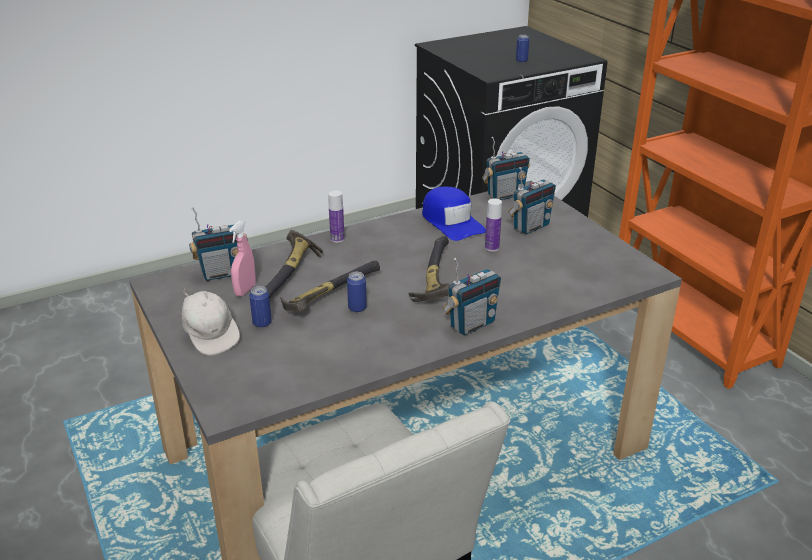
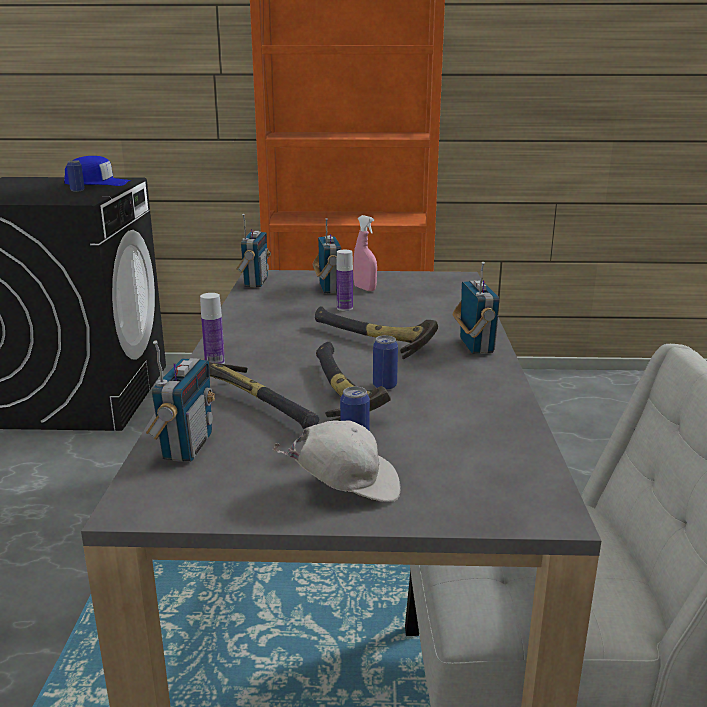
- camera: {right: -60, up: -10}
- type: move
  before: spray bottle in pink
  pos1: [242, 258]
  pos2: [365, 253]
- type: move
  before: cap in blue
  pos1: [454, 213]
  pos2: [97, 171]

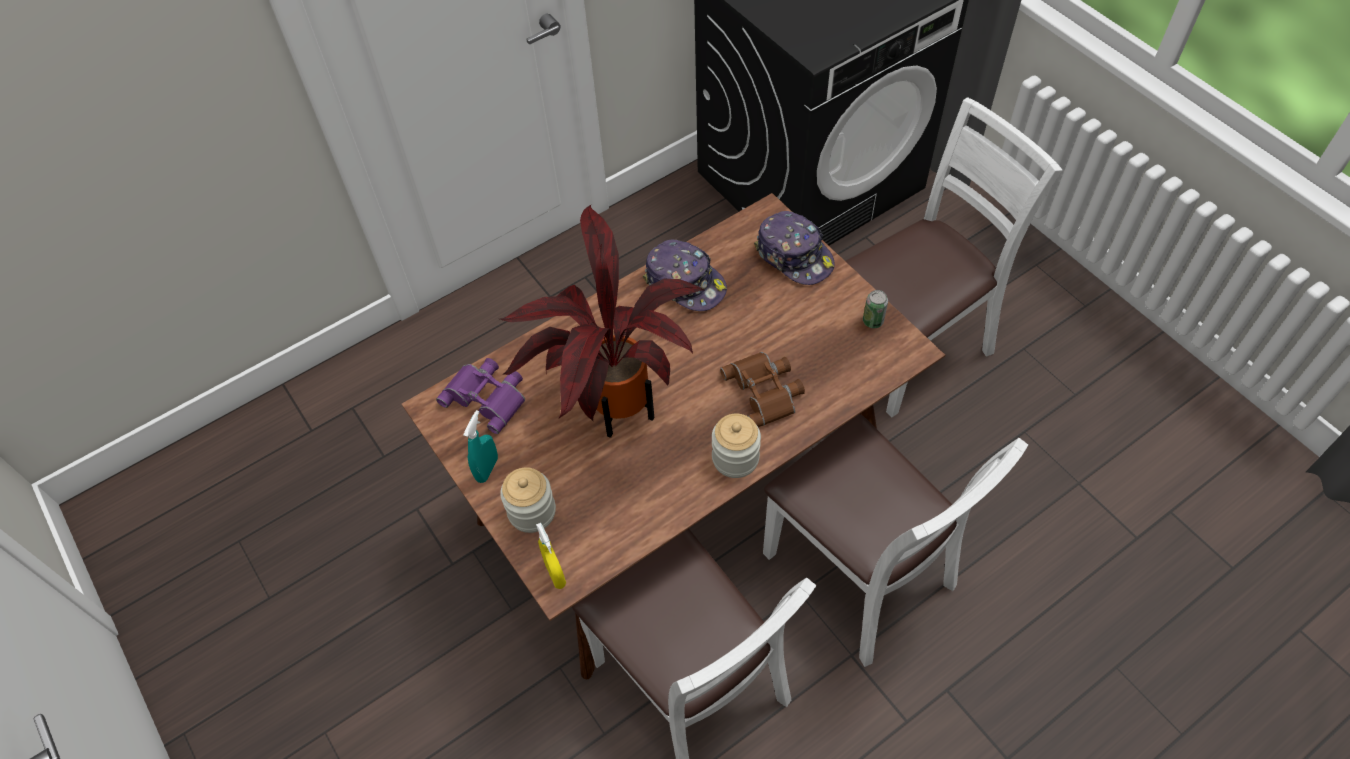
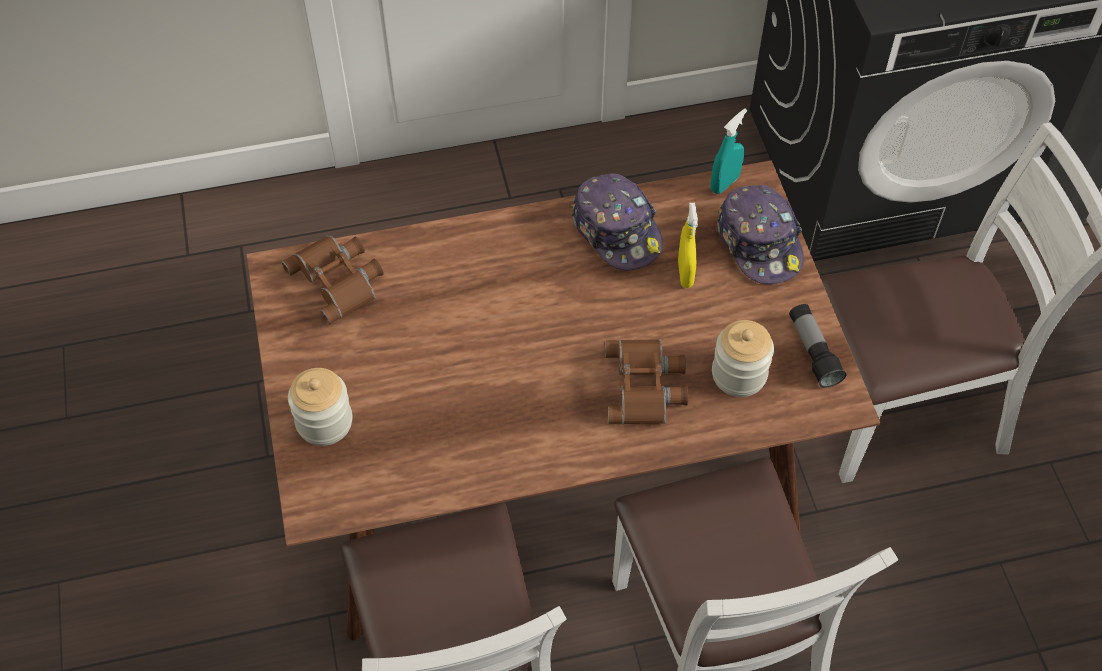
- camera: {right: 20, up: 0}
- type: recolor
  before: binoculars in purple
  after: binoculars in brown
  pos1: [480, 396]
  pos2: [333, 279]
- type: move
  before: spray bottle in turquoise
  pos1: [480, 446]
  pos2: [728, 151]
- type: delete
  before: potted plant
  pos1: [602, 321]
- type: move
  before: spray bottle in yellow
  pos1: [551, 556]
  pos2: [688, 245]
- type: move
  before: jar
  pos1: [736, 445]
  pos2: [743, 358]
- type: replace
  before: can
  after: flashlight
  pos1: [875, 309]
  pos2: [817, 346]

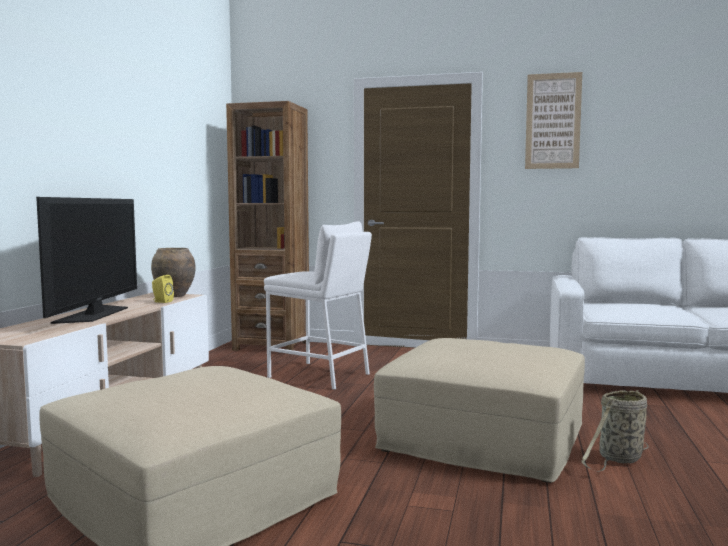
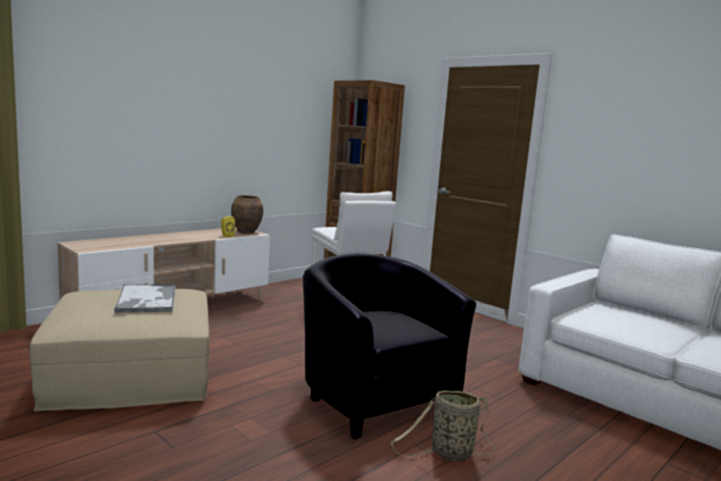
- camera: {right: 30, up: 5}
- type: delete
  before: television
  pos1: [86, 260]
- type: replace
  before: ottoman in beige
  after: armchair in black
  pos1: [479, 410]
  pos2: [389, 346]
- type: delete
  before: picture
  pos1: [553, 120]
- type: insert
  after: tray
  pos2: [145, 298]

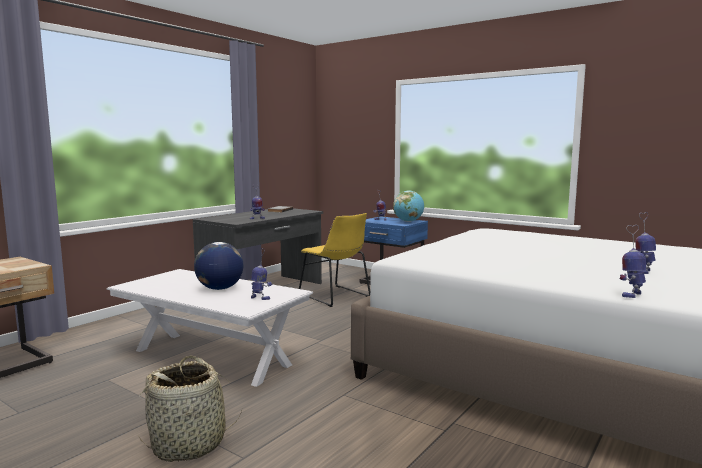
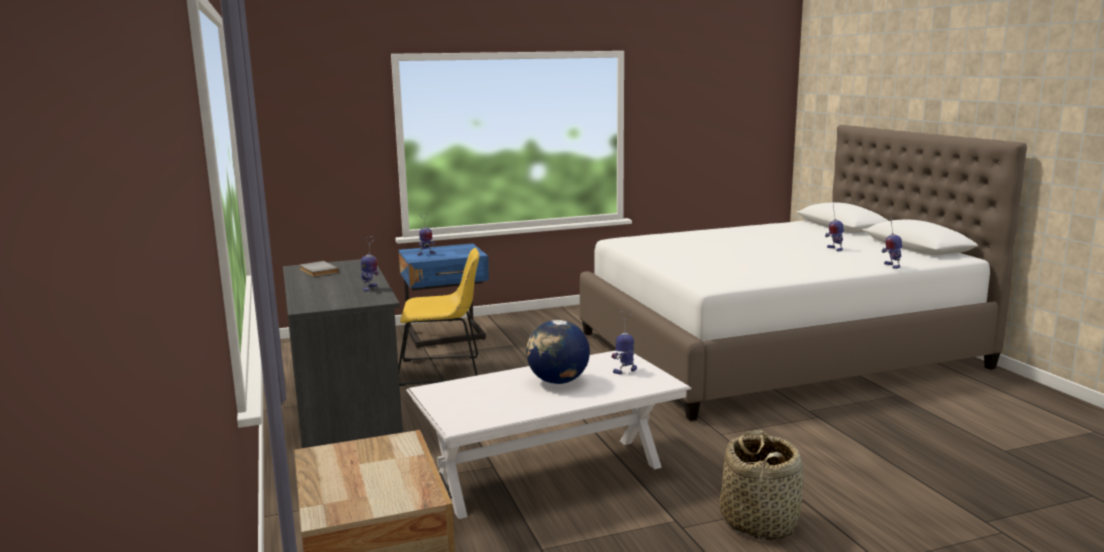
- camera: {right: -55, up: 5}
- type: delete
  before: globe
  pos1: [408, 206]

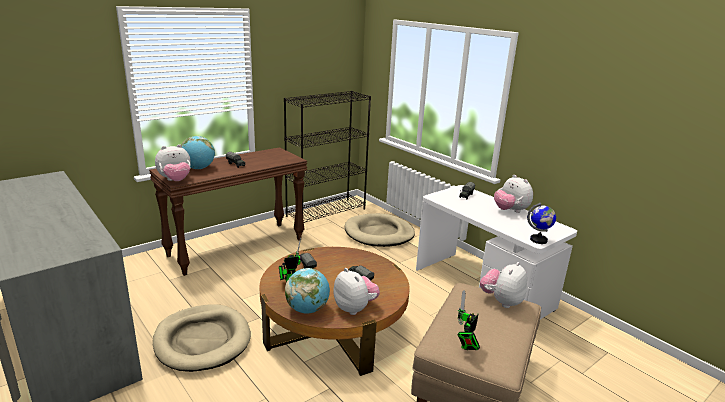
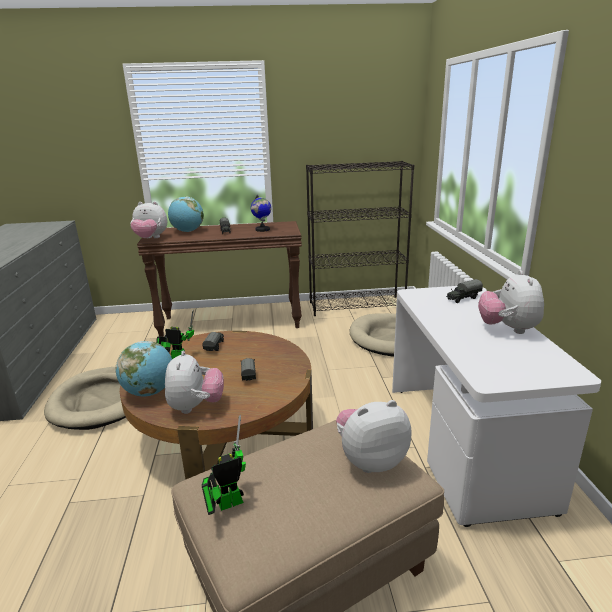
- camera: {right: 35, up: 0}
- type: move
  before: globe
  pos1: [541, 223]
  pos2: [261, 213]

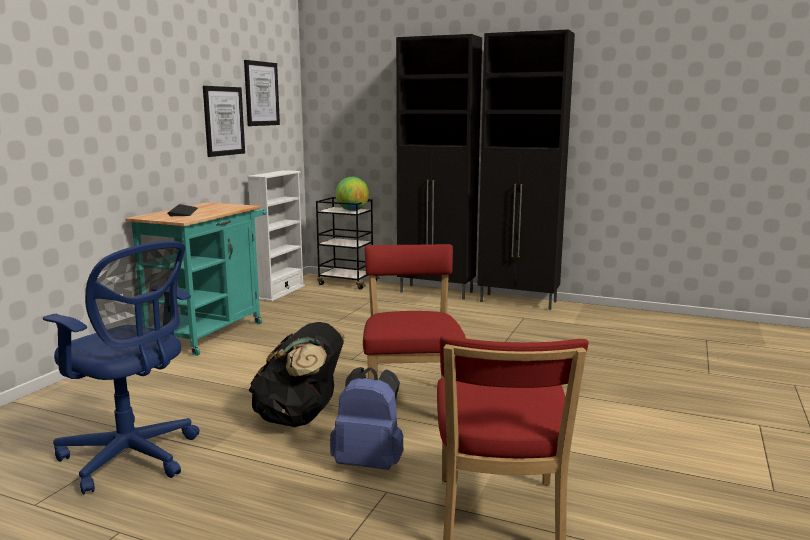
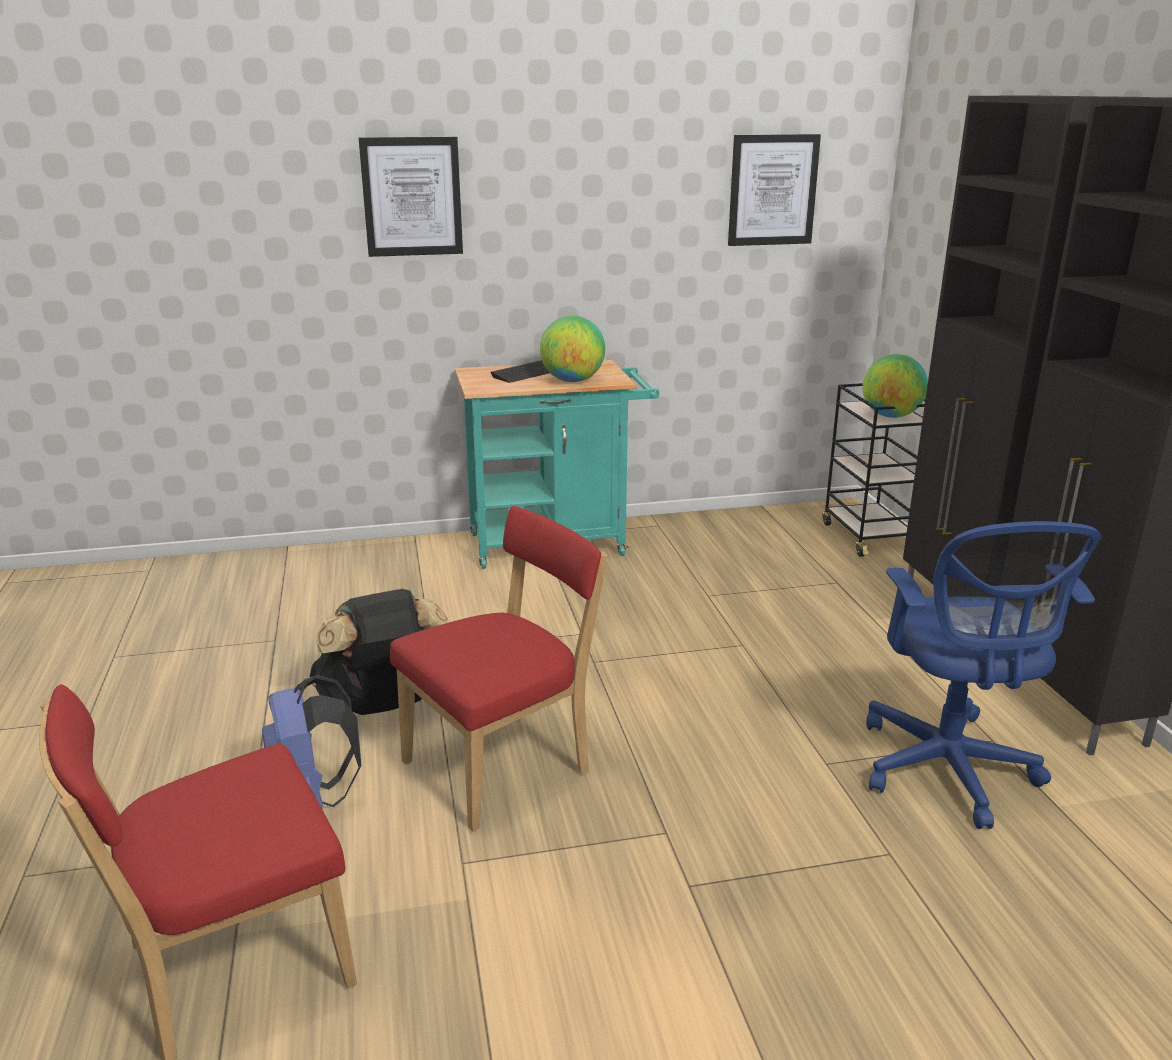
- camera: {right: 55, up: 10}
- type: move
  before: office chair in blue
  pos1: [121, 368]
  pos2: [984, 675]
- type: move
  before: picture
  pos1: [224, 121]
  pos2: [411, 197]
- type: delete
  before: bookcase in white
  pos1: [276, 236]
- type: insert
  after: globe
  pos2: [572, 349]

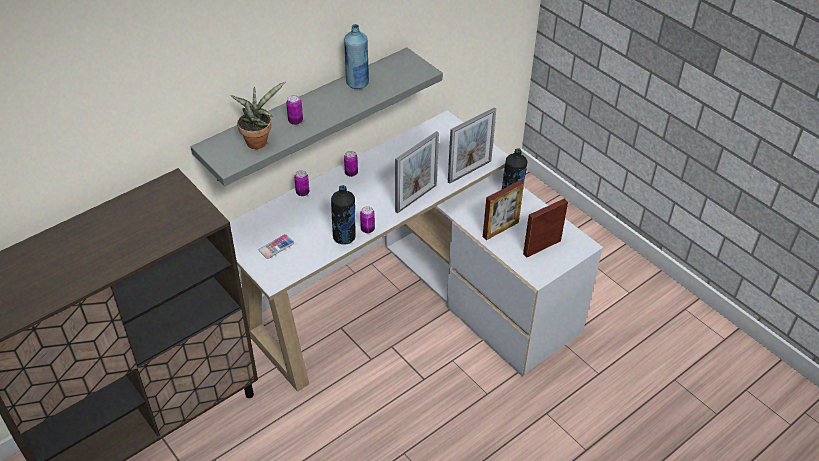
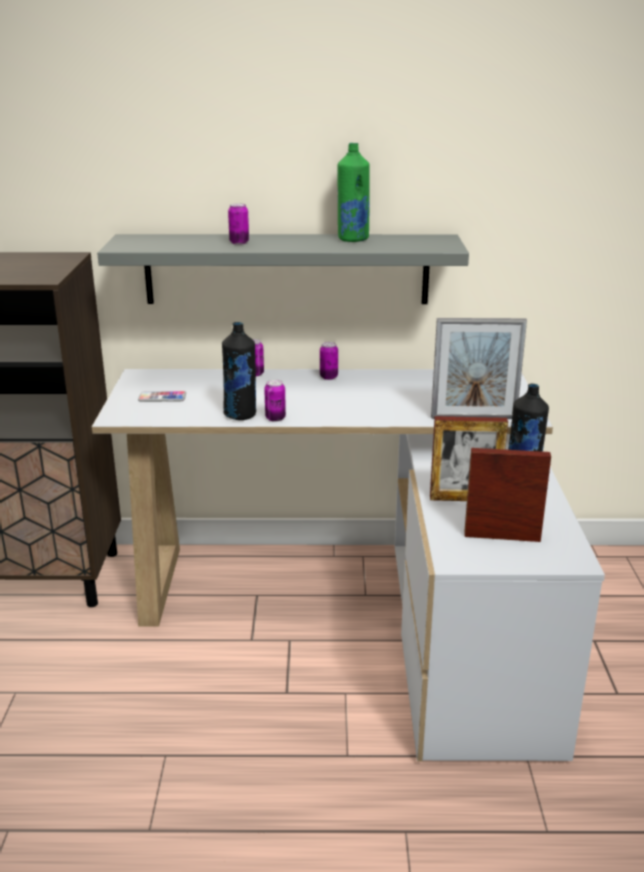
- camera: {right: 40, up: -20}
- type: delete
  before: potted plant
  pos1: [258, 115]
- type: recolor
  before: bottle in blue
  after: bottle in green
  pos1: [356, 56]
  pos2: [353, 192]
- type: delete
  before: picture frame
  pos1: [417, 172]

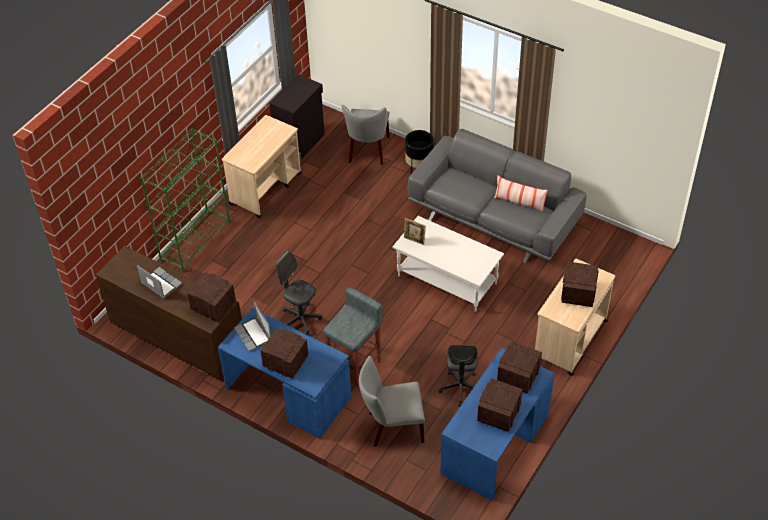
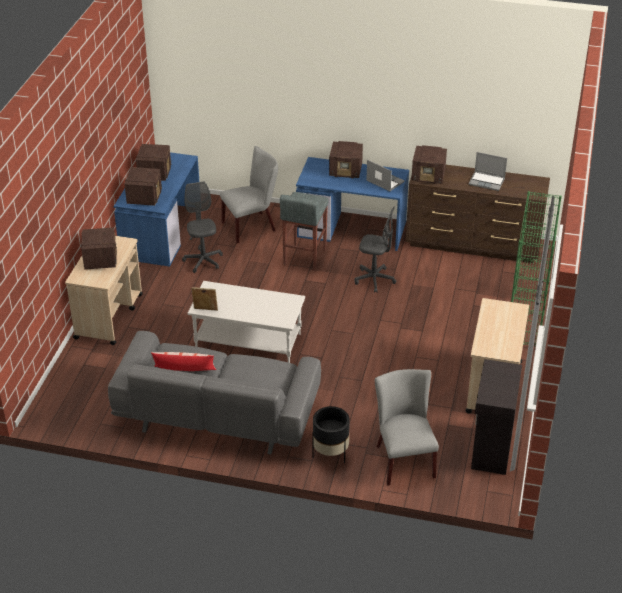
- camera: {right: 160, up: -10}
- type: move
  before: picture frame
  pos1: [415, 231]
  pos2: [204, 299]

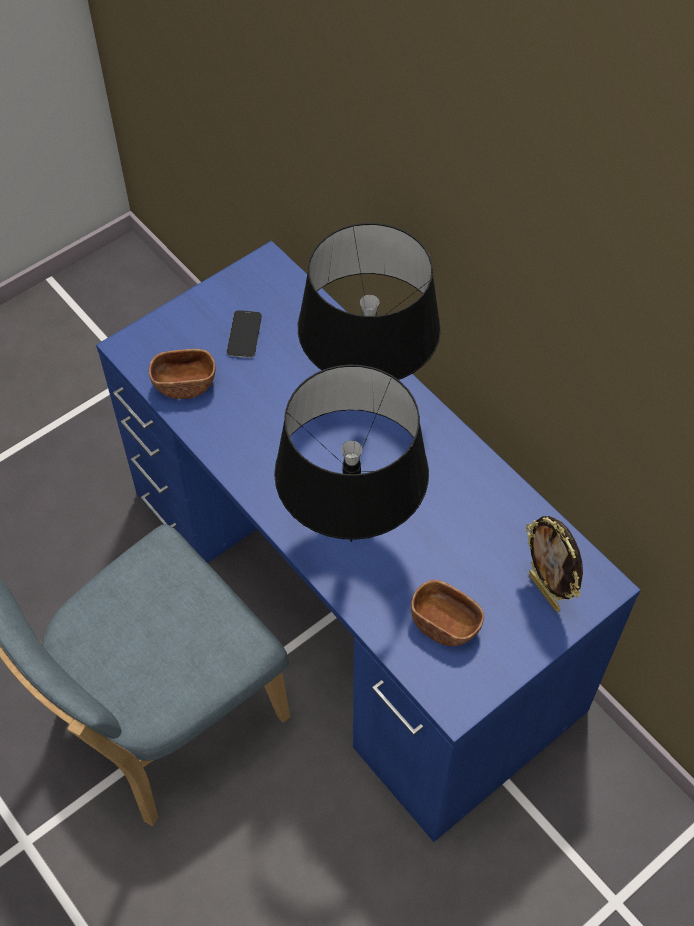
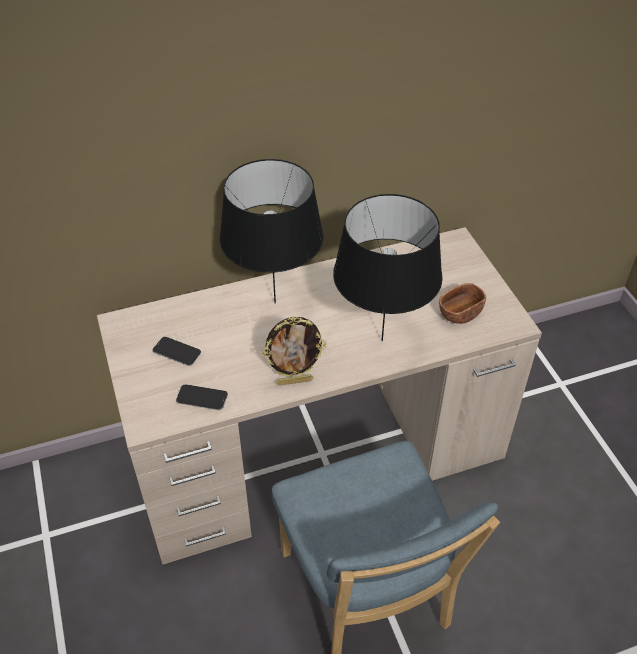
- camera: {right: -70, up: -10}
- type: recolor
  before: desk in blue
  after: desk in beige
  pos1: [368, 541]
  pos2: [319, 396]
- type: replace
  before: bowl in brown
  after: phone
  pos1: [182, 374]
  pos2: [202, 397]
- type: move
  before: picture frame
  pos1: [554, 564]
  pos2: [294, 351]

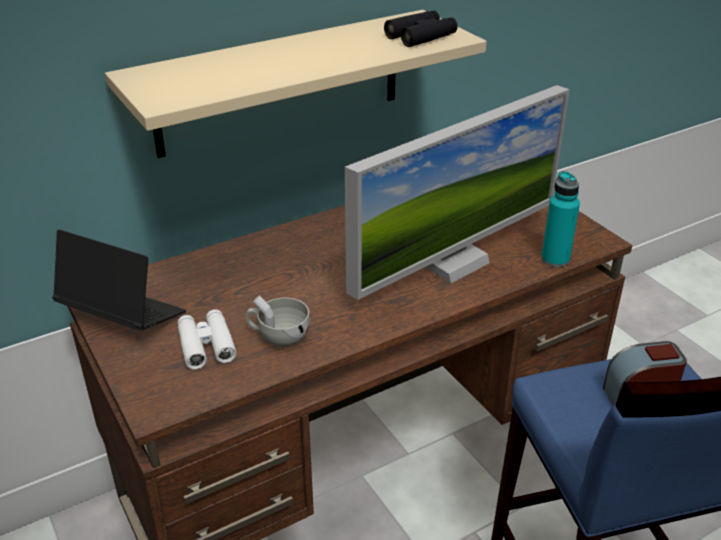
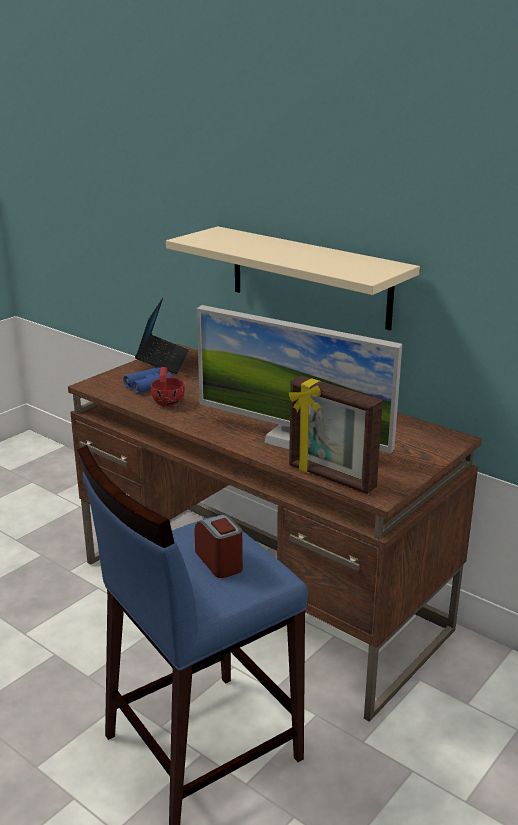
- camera: {right: 70, up: -10}
- type: recolor
  before: binoculars in white
  after: binoculars in blue
  pos1: [207, 339]
  pos2: [148, 380]
- type: recolor
  before: cup in white
  after: cup in red
  pos1: [278, 321]
  pos2: [168, 387]
- type: delete
  before: binoculars in black
  pos1: [421, 28]
- type: replace
  before: bottle in turquoise
  after: picture frame
  pos1: [560, 219]
  pos2: [336, 435]

